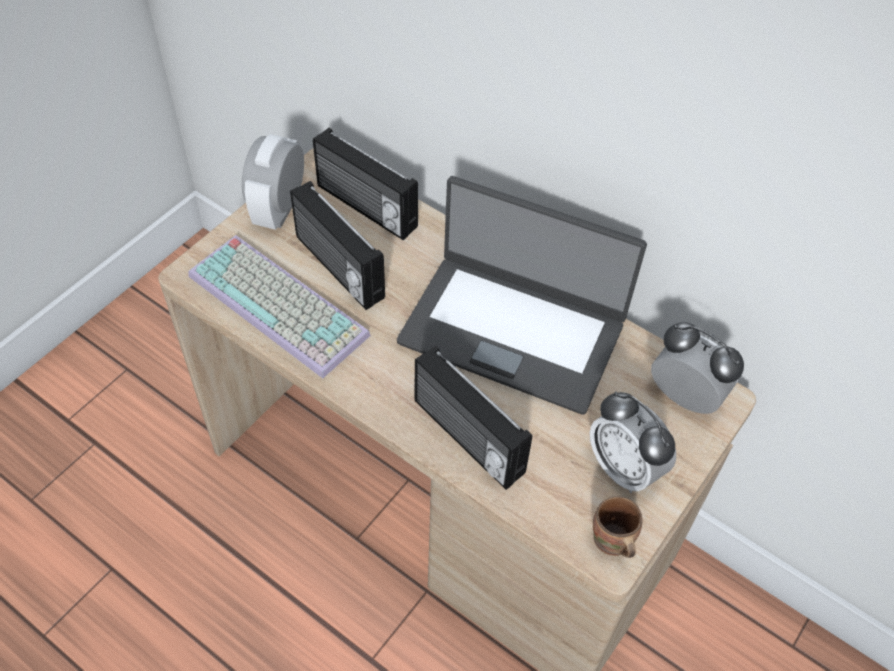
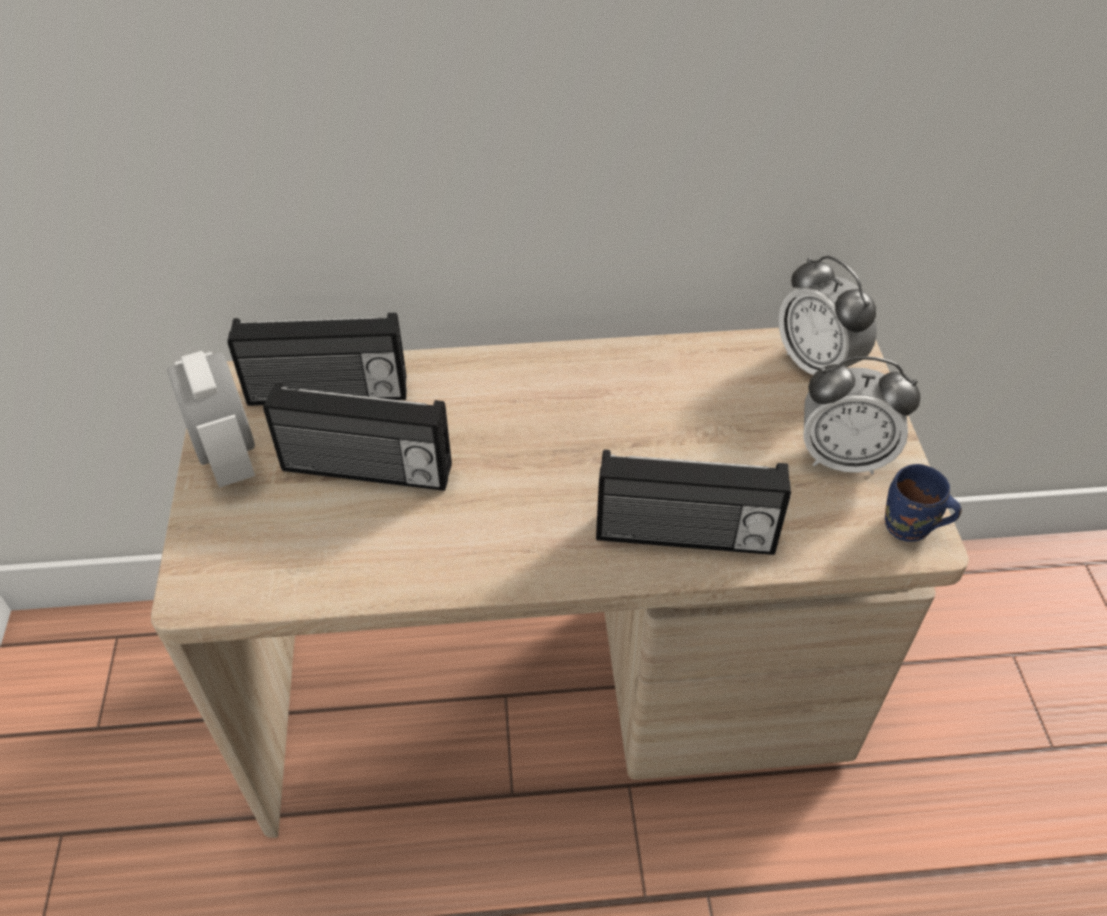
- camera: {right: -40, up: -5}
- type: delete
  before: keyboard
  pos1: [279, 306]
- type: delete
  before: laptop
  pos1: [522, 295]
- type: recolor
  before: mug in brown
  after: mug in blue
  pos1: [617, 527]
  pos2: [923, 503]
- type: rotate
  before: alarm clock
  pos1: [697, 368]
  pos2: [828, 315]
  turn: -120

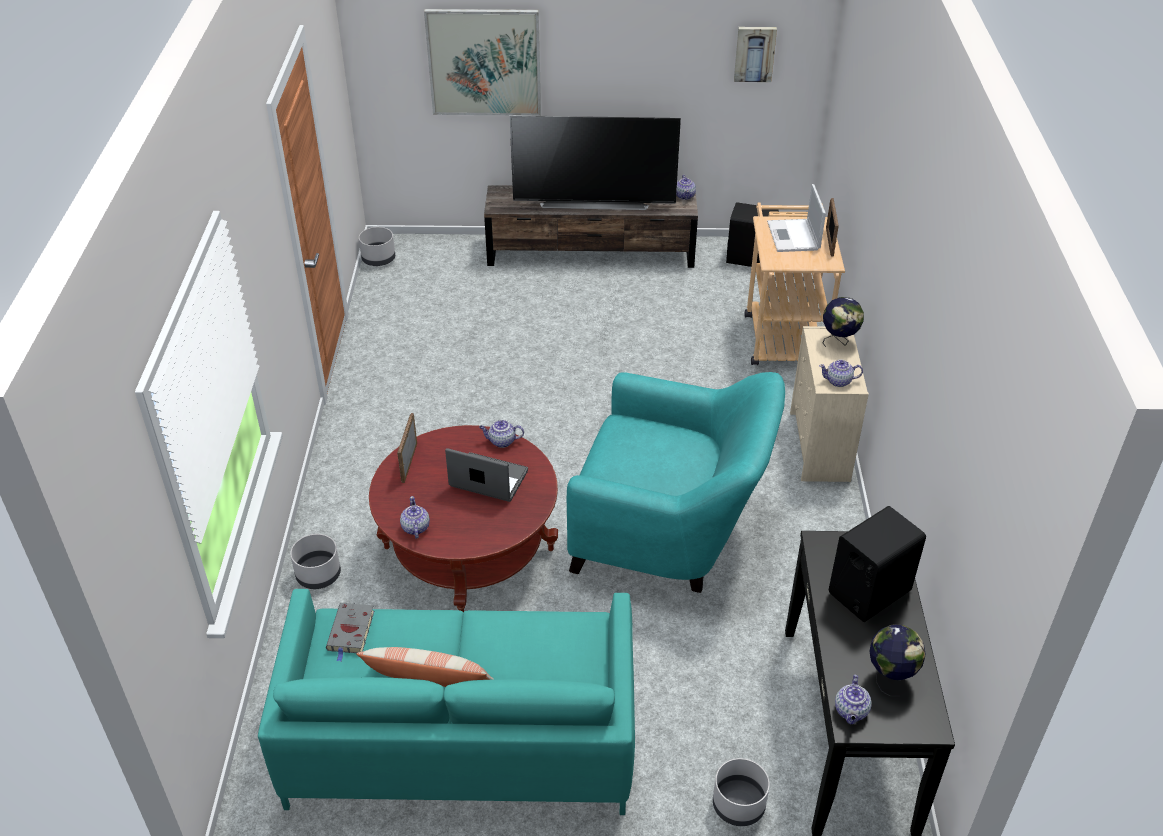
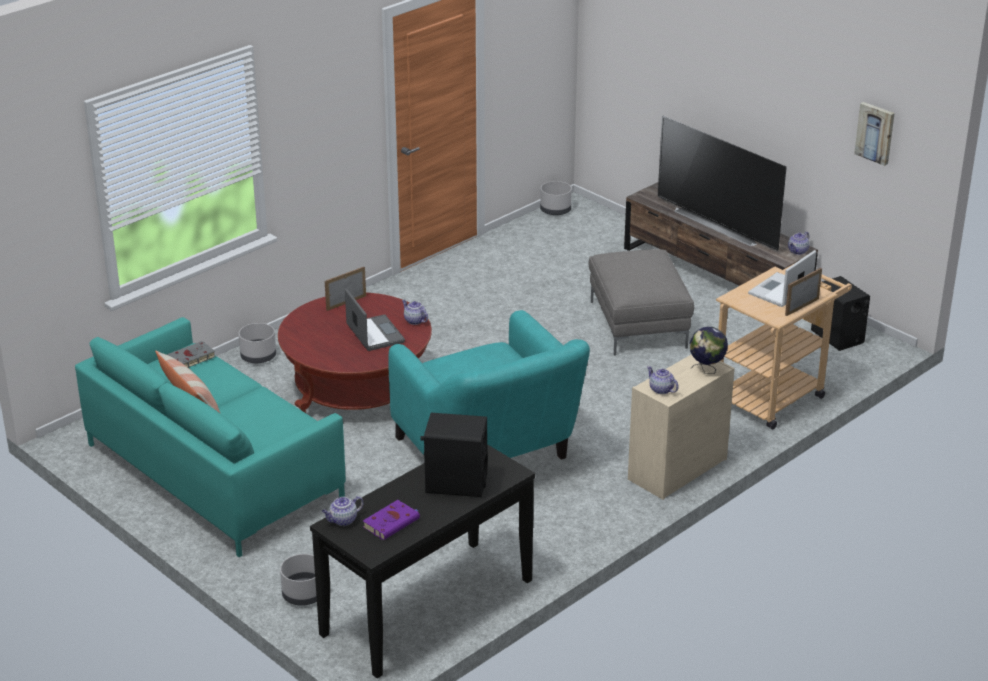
- camera: {right: 45, up: -10}
- type: delete
  before: teapot
  pos1: [415, 517]
- type: delete
  before: picture
  pos1: [482, 62]
- type: replace
  before: globe
  after: book in purple
  pos1: [897, 660]
  pos2: [391, 520]
- type: insert
  after: ottoman in grey
  pos2: [641, 302]

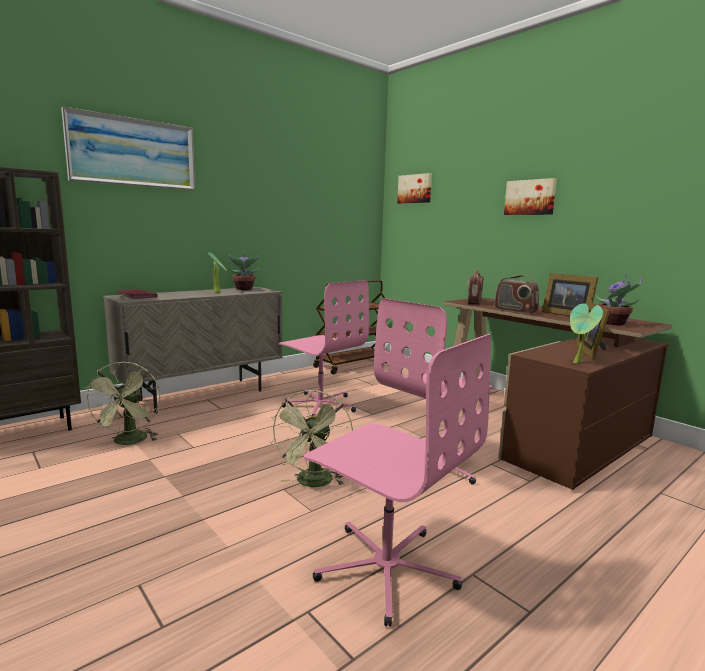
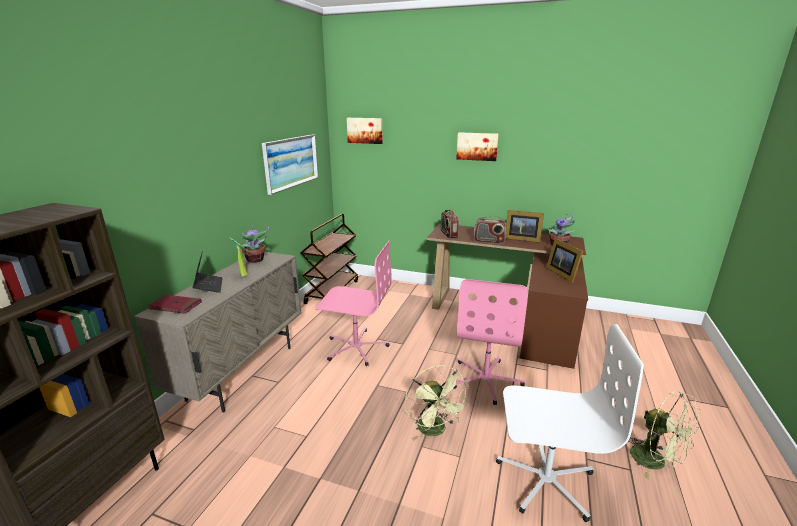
- camera: {right: -30, up: 10}
- type: move
  before: picture
  pos1: [128, 148]
  pos2: [290, 165]
- type: move
  before: fan in green
  pos1: [121, 403]
  pos2: [665, 435]
- type: recolor
  before: office chair in pink
  after: office chair in white
  pos1: [397, 480]
  pos2: [570, 423]
- type: delete
  before: potted plant
  pos1: [586, 333]
- type: insert
  after: laptop
  pos2: [207, 272]

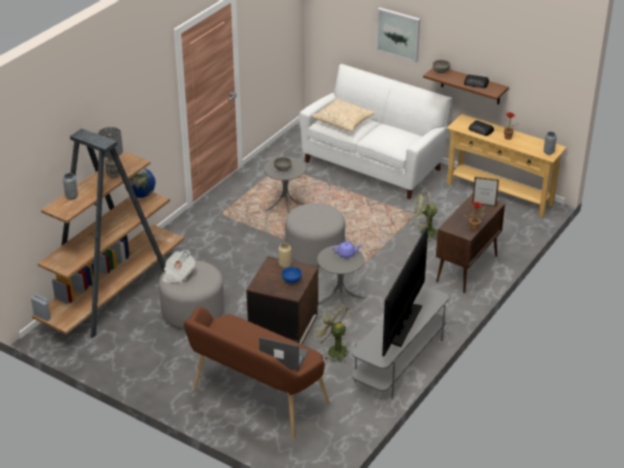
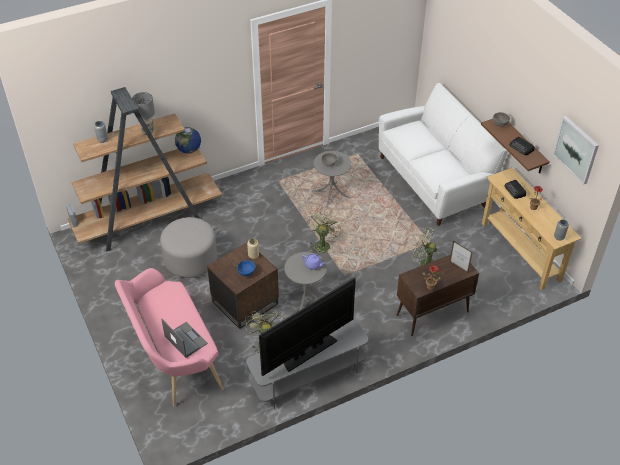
- camera: {right: 30, up: 10}
- type: delete
  before: newspaper
  pos1: [179, 266]
- type: recolor
  before: bench in brown
  after: bench in pink
  pos1: [257, 372]
  pos2: [169, 337]
- type: replace
  before: ottoman in grey
  after: fan in green
  pos1: [315, 235]
  pos2: [324, 232]
- type: delete
  before: pillow in beige
  pos1: [344, 114]
- type: move
  before: picture
  pos1: [398, 34]
  pos2: [576, 150]

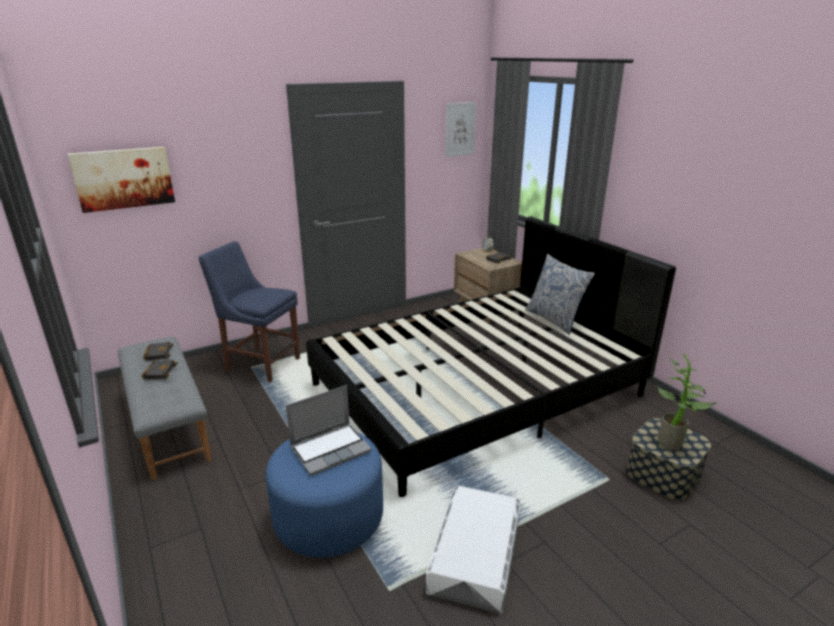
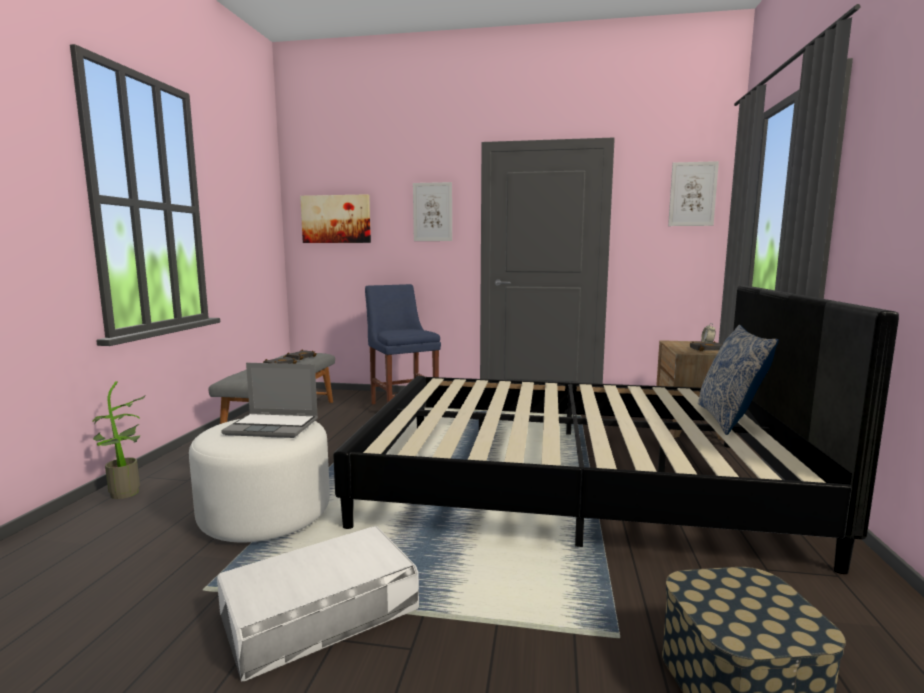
- camera: {right: 40, up: -15}
- type: recolor
  before: ottoman in blue
  after: ottoman in white
  pos1: [324, 495]
  pos2: [259, 480]
- type: move
  before: potted plant
  pos1: [686, 402]
  pos2: [119, 440]
- type: insert
  after: picture
  pos2: [432, 211]

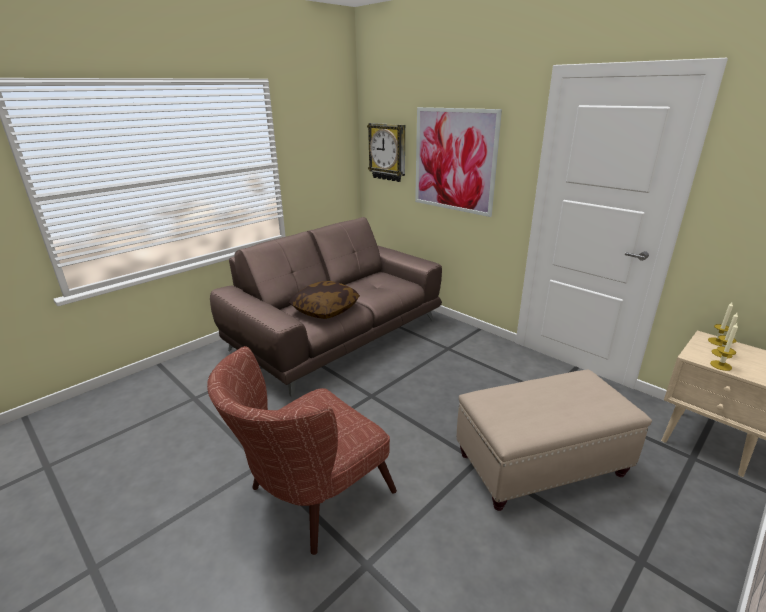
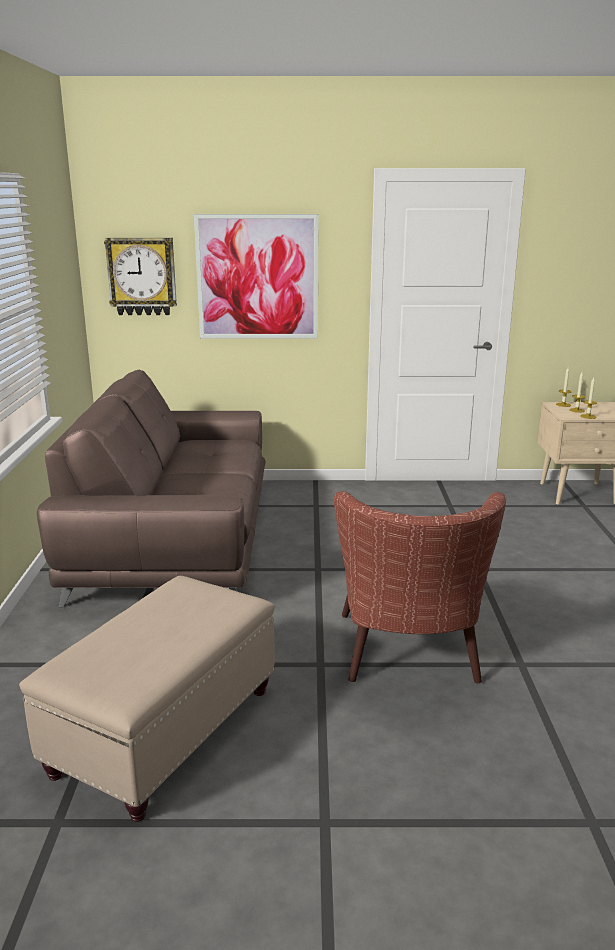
- camera: {right: -45, up: -5}
- type: delete
  before: pillow
  pos1: [324, 300]
- type: move
  before: ottoman in beige
  pos1: [554, 440]
  pos2: [147, 699]

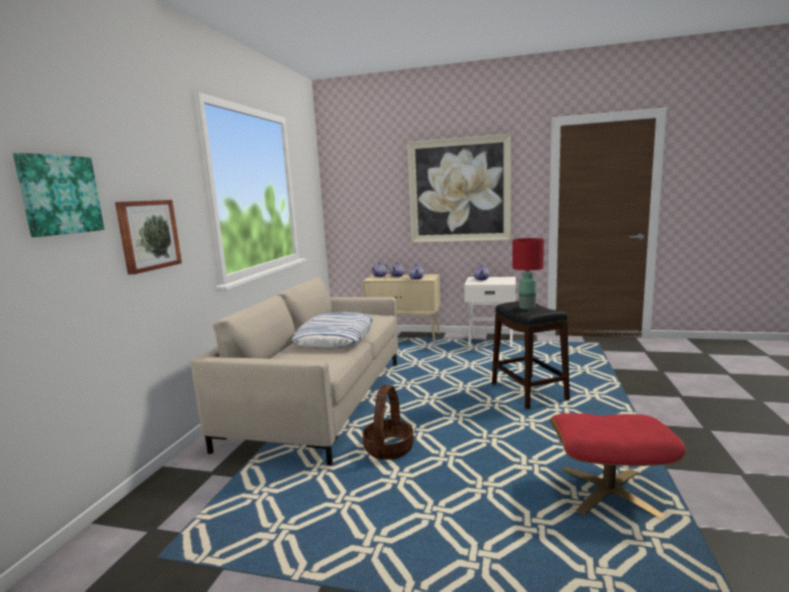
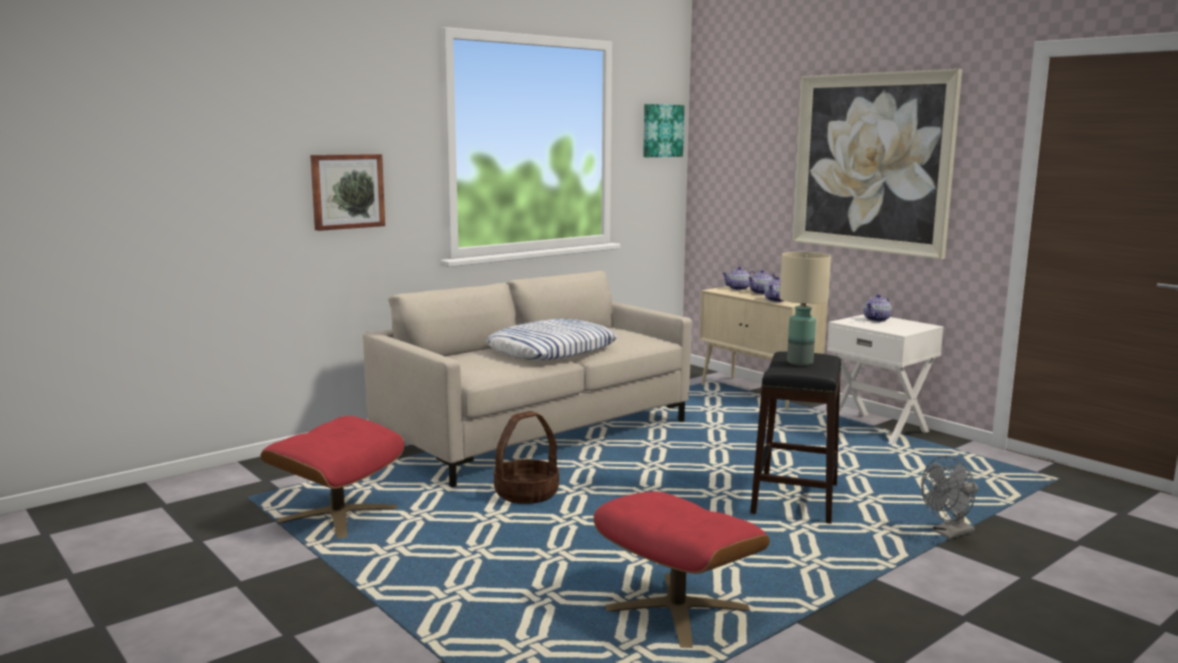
- camera: {right: 35, up: 0}
- type: move
  before: picture
  pos1: [58, 195]
  pos2: [663, 130]
- type: recolor
  before: table lamp in red
  after: table lamp in beige
  pos1: [528, 273]
  pos2: [805, 308]
- type: insert
  after: ottoman in red
  pos2: [332, 477]
- type: insert
  after: fan in grey
  pos2: [949, 497]

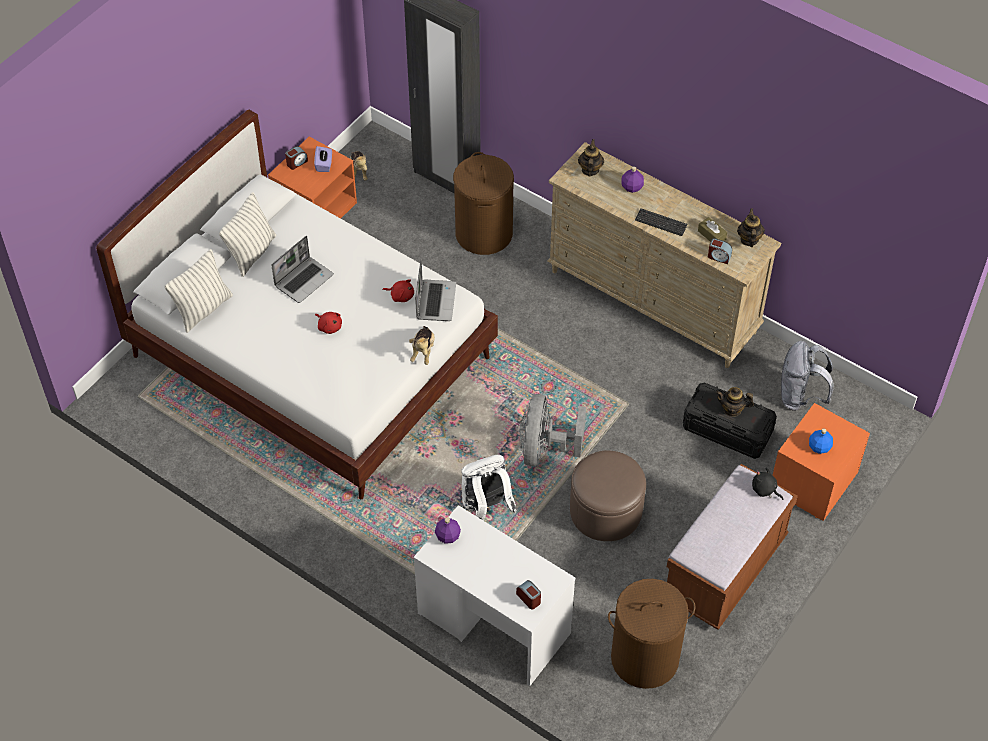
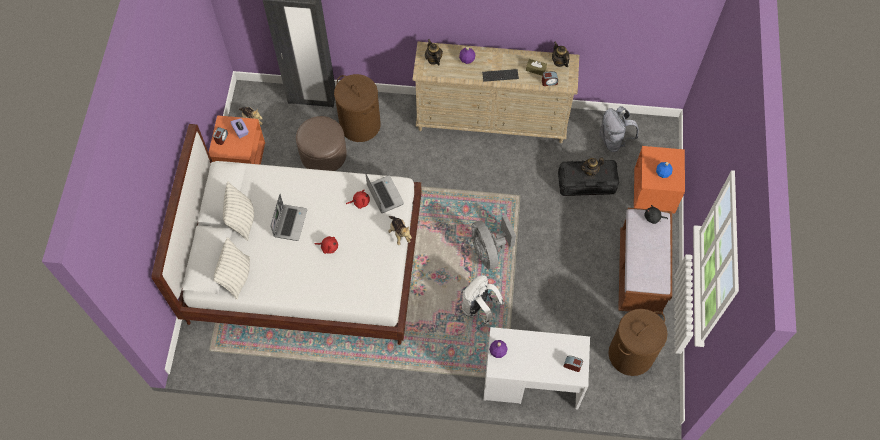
- camera: {right: -30, up: 10}
- type: move
  before: ottoman in brown
  pos1: [608, 495]
  pos2: [321, 143]

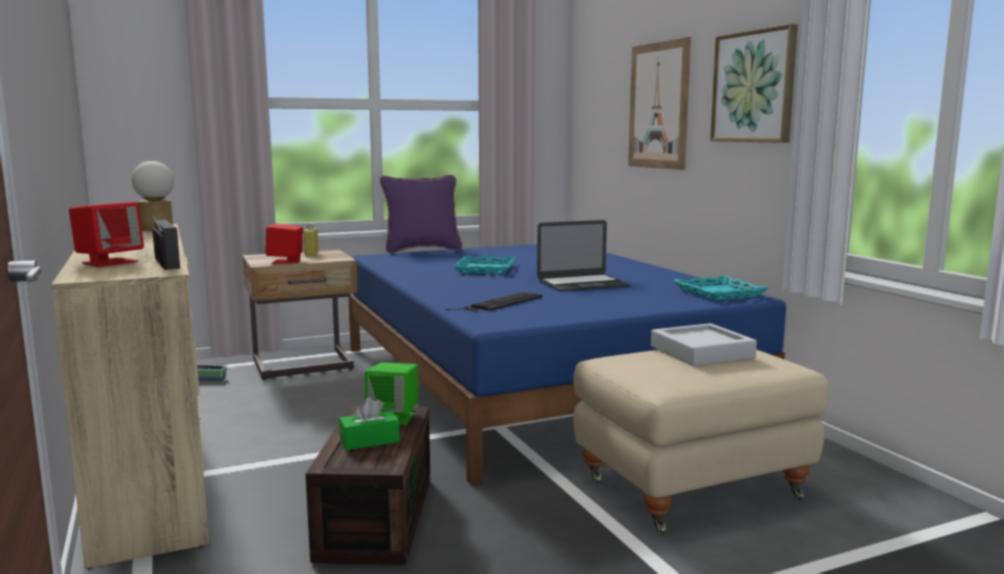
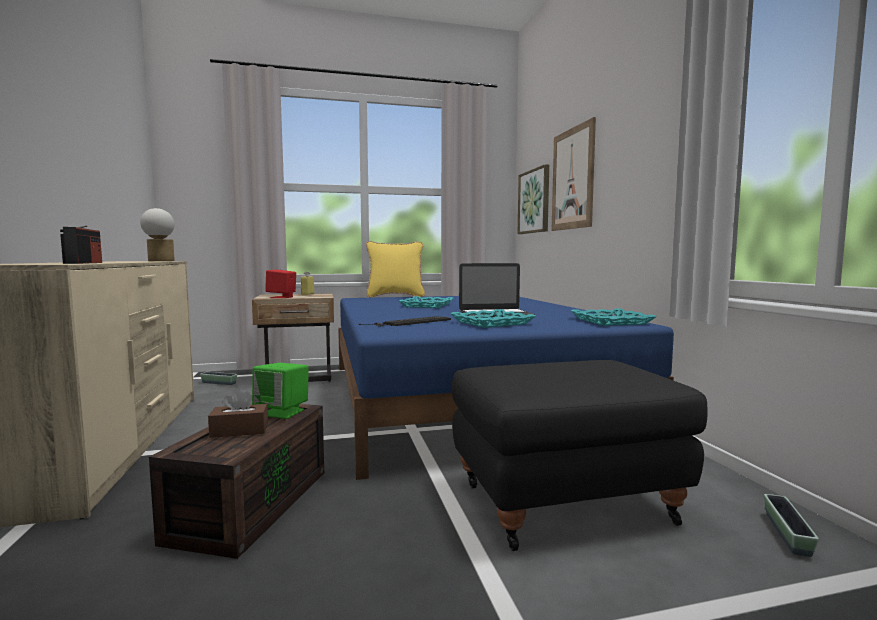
- camera: {right: 10, up: -5}
- type: delete
  before: speaker in red
  pos1: [106, 234]
- type: recolor
  before: tissue box in green
  after: tissue box in brown
  pos1: [369, 423]
  pos2: [238, 413]
- type: recolor
  before: pillow in purple
  after: pillow in yellow
  pos1: [421, 214]
  pos2: [395, 269]
- type: recolor
  before: ottoman in beige
  after: ottoman in black
  pos1: [701, 442]
  pos2: [580, 455]
- type: delete
  before: tray in grey
  pos1: [704, 344]
- type: move
  before: picture
  pos1: [754, 83]
  pos2: [533, 199]
- type: insert
  after: tray in turquoise
  pos2: [493, 318]
- type: insert
  after: planter
  pos2: [791, 525]

